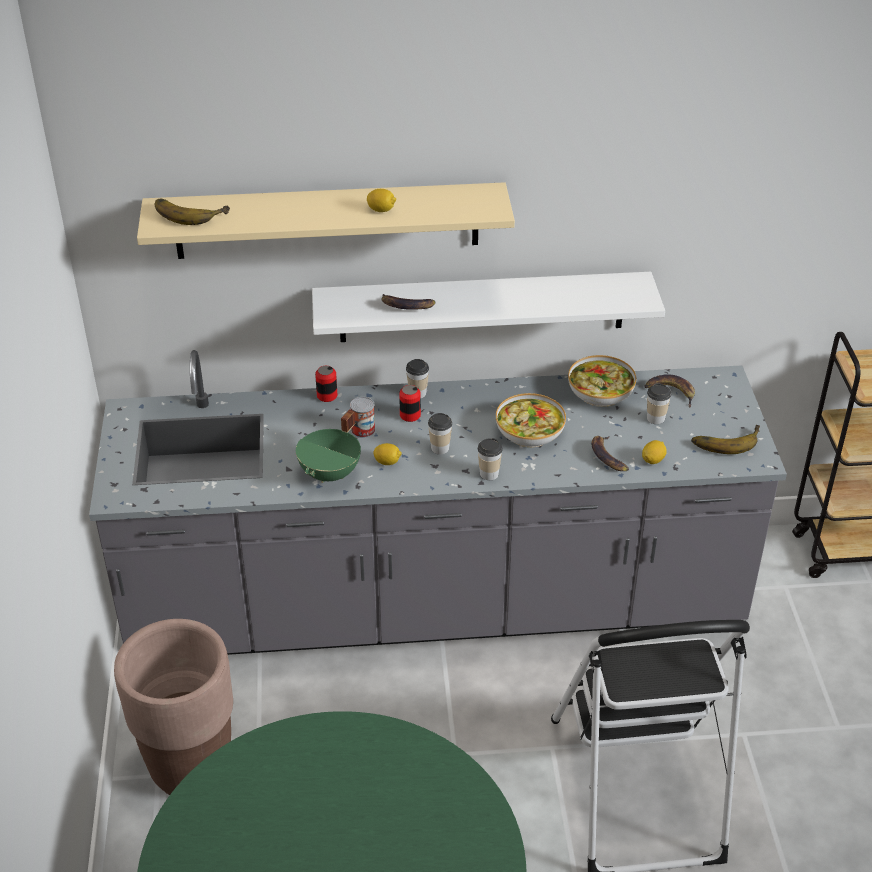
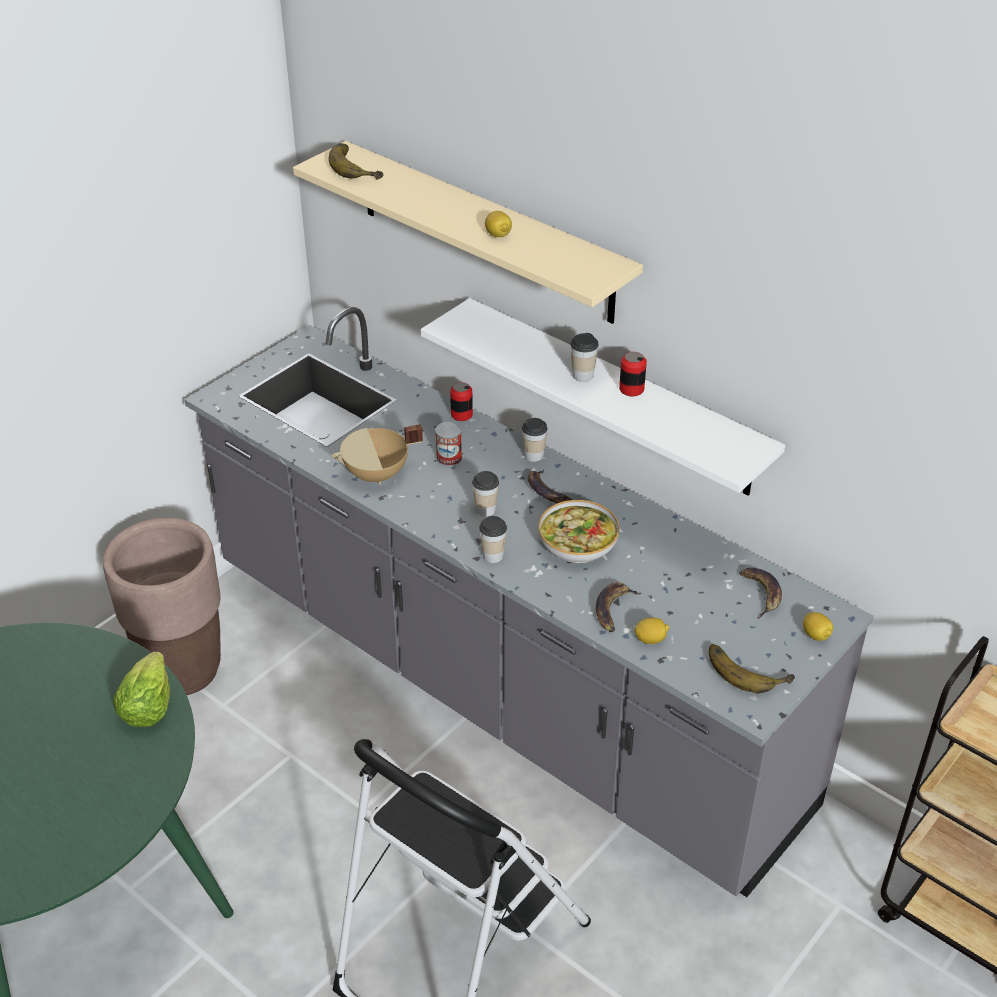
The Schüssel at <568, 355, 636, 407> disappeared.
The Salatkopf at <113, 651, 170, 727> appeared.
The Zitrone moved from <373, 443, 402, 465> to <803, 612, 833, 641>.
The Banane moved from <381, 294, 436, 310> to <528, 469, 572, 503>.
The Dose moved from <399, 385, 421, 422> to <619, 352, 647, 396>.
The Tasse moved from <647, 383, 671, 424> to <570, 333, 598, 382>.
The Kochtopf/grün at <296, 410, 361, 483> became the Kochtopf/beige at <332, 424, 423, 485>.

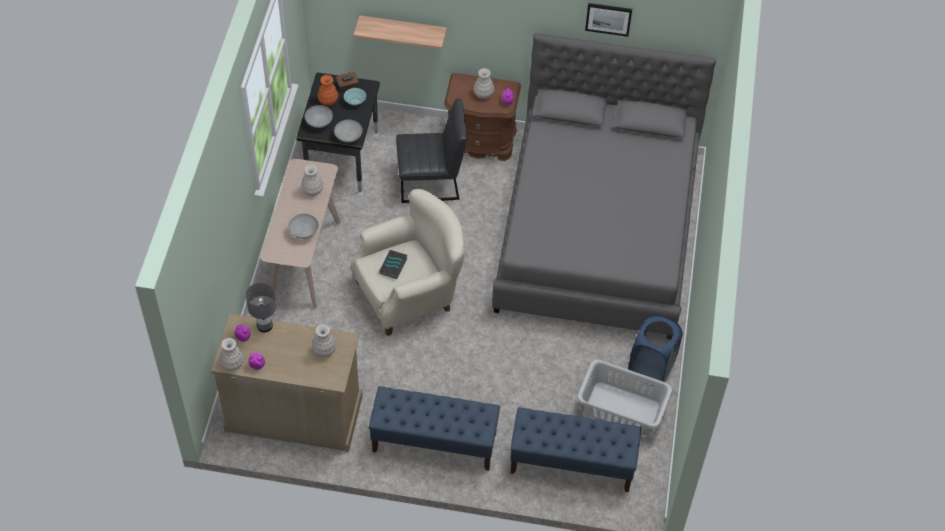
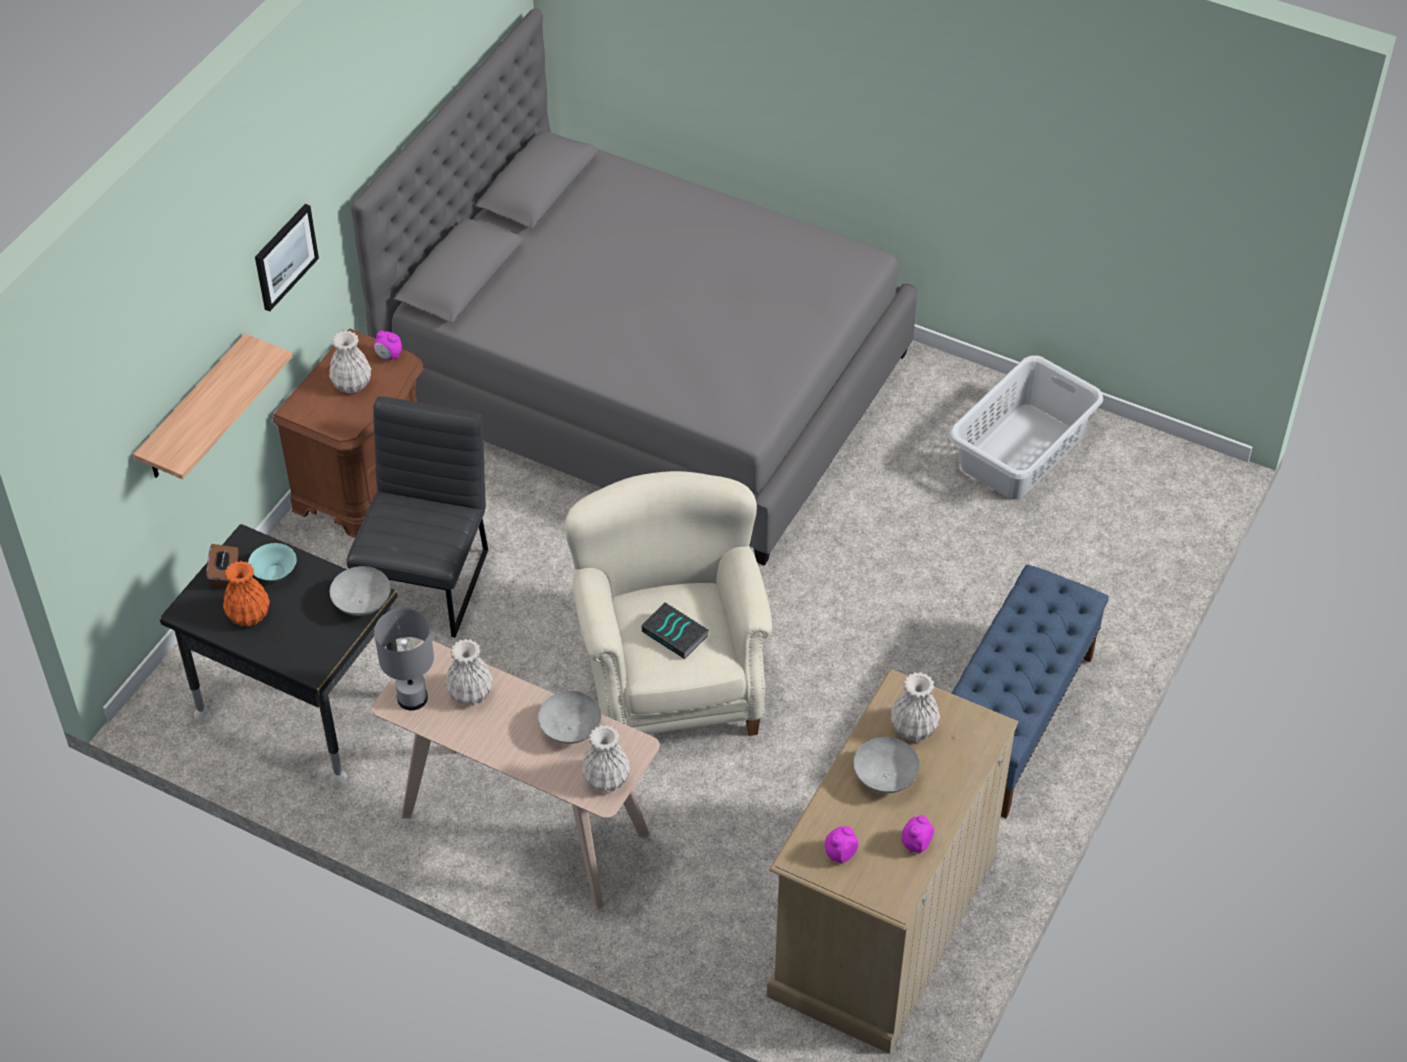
The Bank/blau at <510, 407, 641, 492> disappeared.
The Wäschekorb/blau at <629, 314, 683, 387> disappeared.
The Vase/weiß moved from <219, 338, 244, 371> to <581, 725, 630, 793>.
The Tischlampe/grau moved from <246, 282, 276, 332> to <374, 608, 434, 711>.
The Schüssel/grau moved from <305, 105, 333, 128> to <854, 737, 920, 793>.
The Bild moved from <585, 3, 632, 37> to <255, 204, 319, 312>.

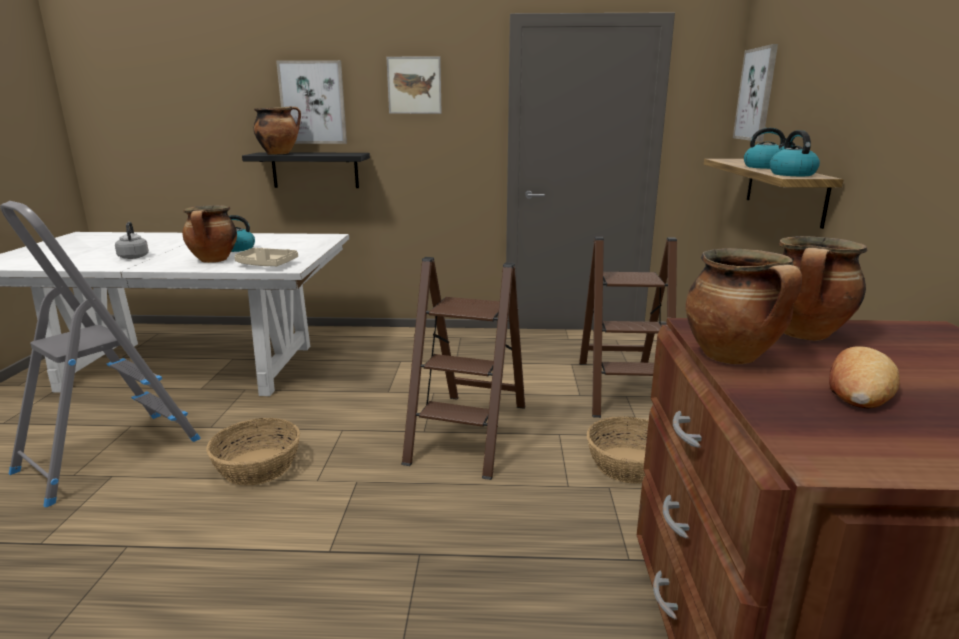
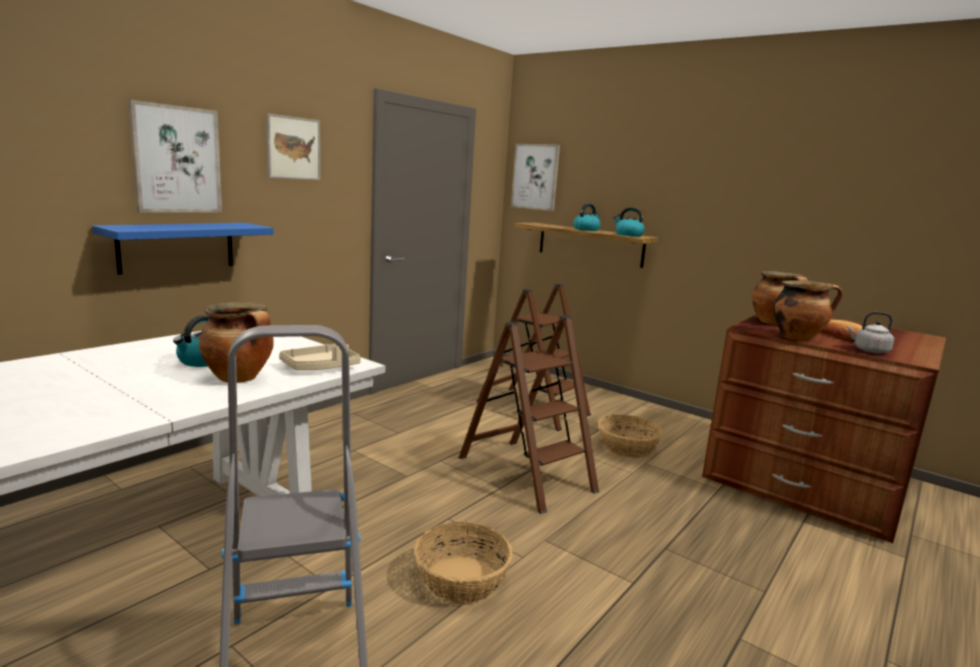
The Kochtopf at <254, 106, 301, 155> disappeared.
The Wasserkessel/grau moved from <115, 222, 149, 259> to <847, 312, 894, 353>.
The Wandregal/schwarz at <242, 152, 370, 188> became the Wandregal/blau at <92, 223, 274, 275>.

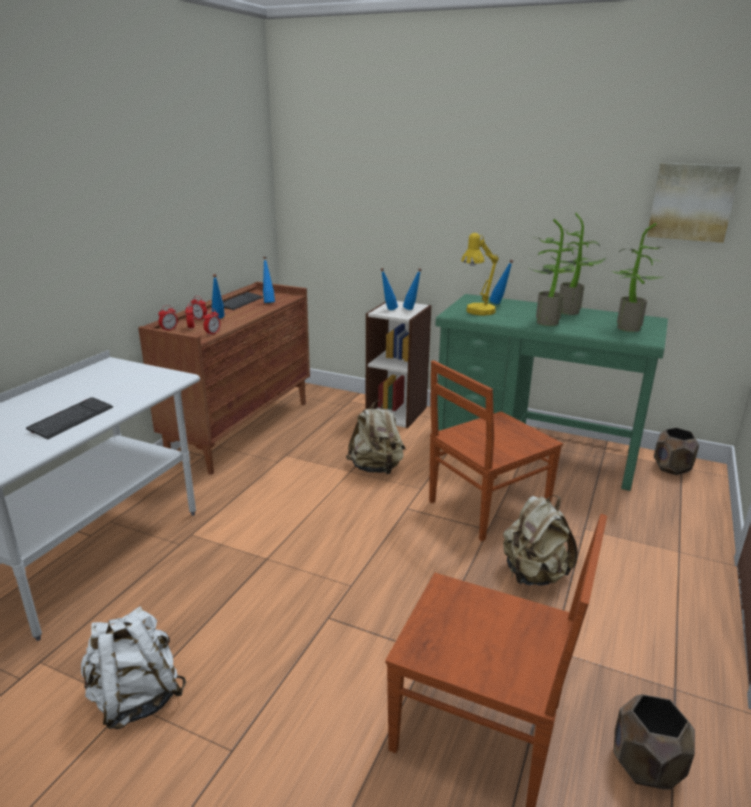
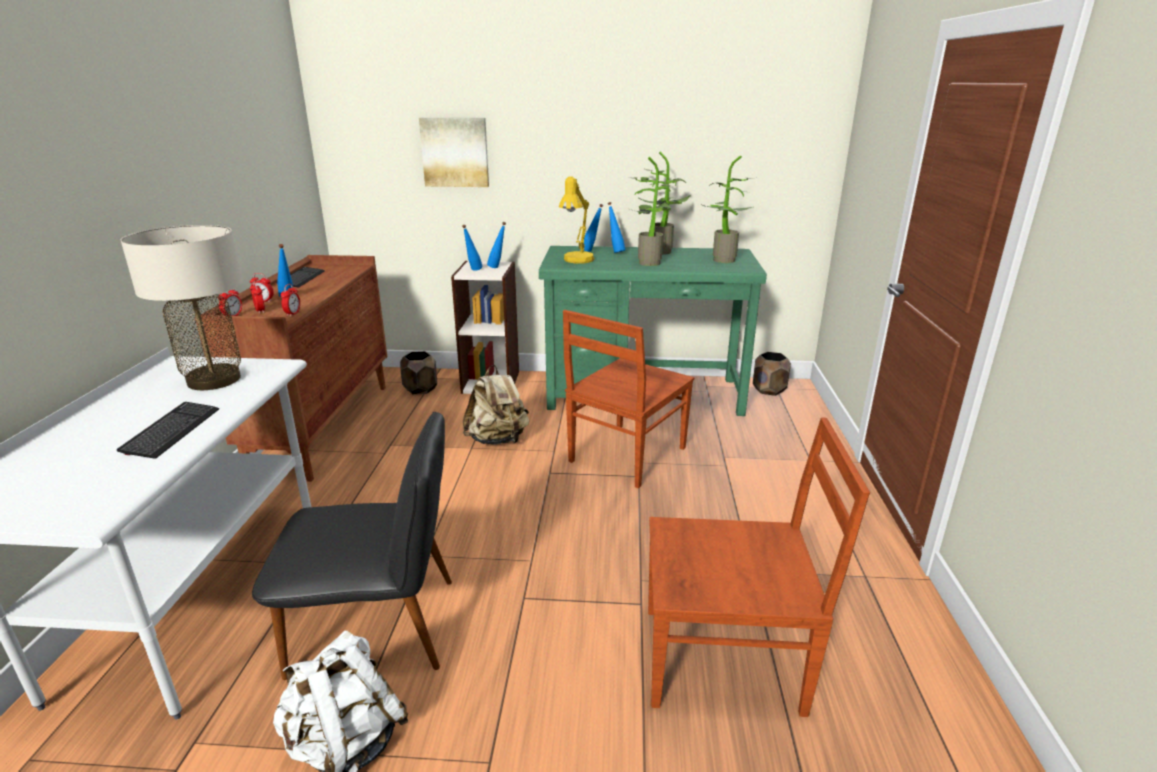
The Rucksack/beige at <503, 495, 577, 586> disappeared.
The Tischlampe at <120, 225, 243, 390> appeared.
The Stuhl/schwarz at <252, 412, 452, 680> appeared.
The Flasche/blau moved from <263, 257, 275, 303> to <608, 202, 626, 253>.
The Pflanzkübel/braun moved from <614, 694, 695, 790> to <400, 351, 437, 395>.
The Bild moved from <647, 163, 741, 243> to <419, 118, 489, 187>.

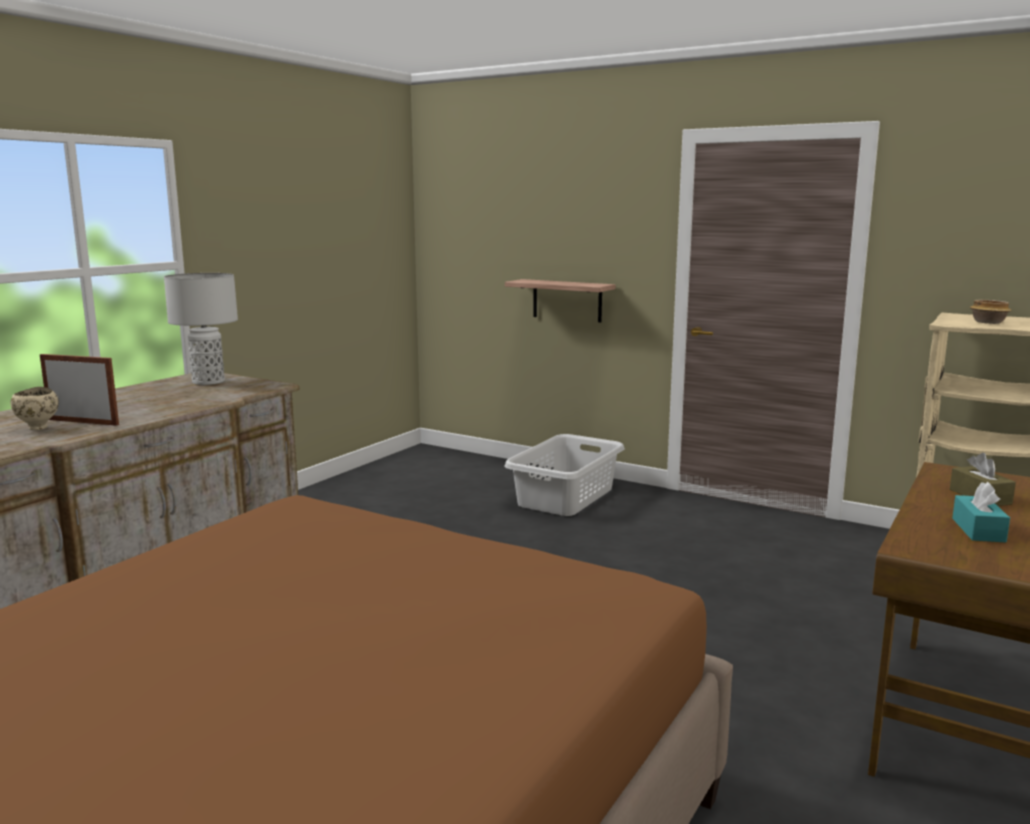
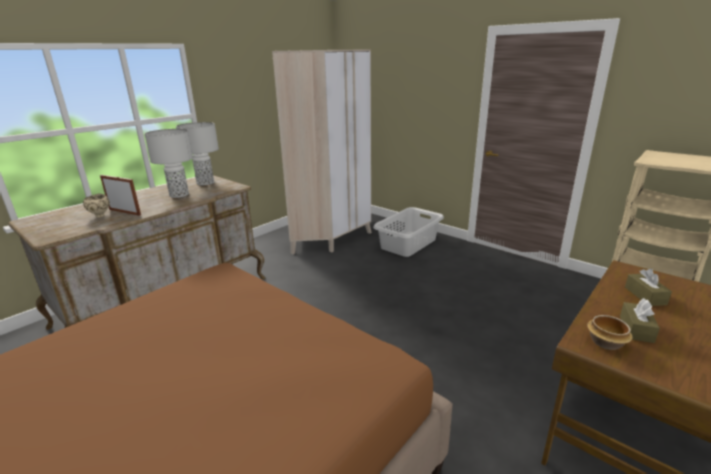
The Wandregal at <505, 279, 616, 322> disappeared.
The Tischlampe/weiß at <145, 129, 193, 198> appeared.
The Kleiderschrank/beige at <272, 49, 372, 254> appeared.
The Schüssel moved from <970, 300, 1011, 324> to <587, 315, 633, 350>.
The Taschentuchbox/türkis at <952, 482, 1010, 543> became the Taschentuchbox/braun at <620, 298, 660, 343>.

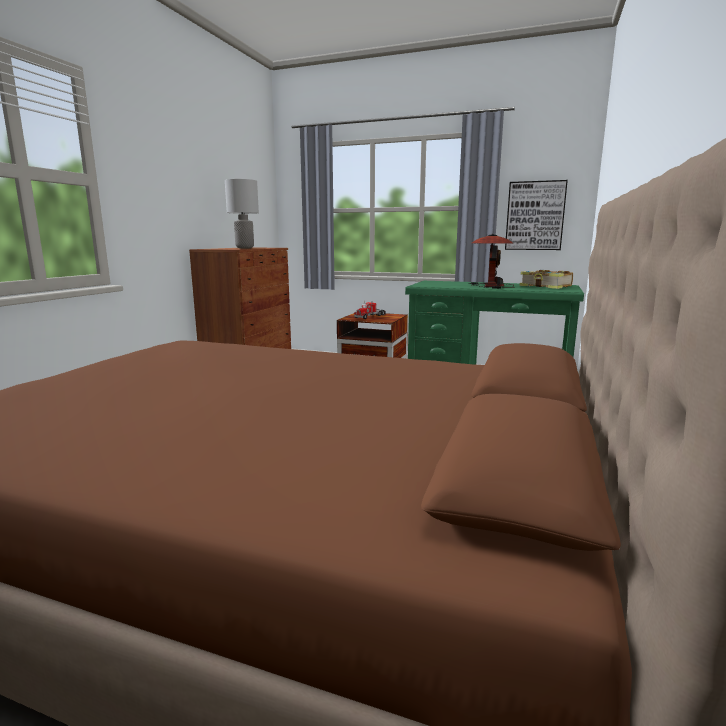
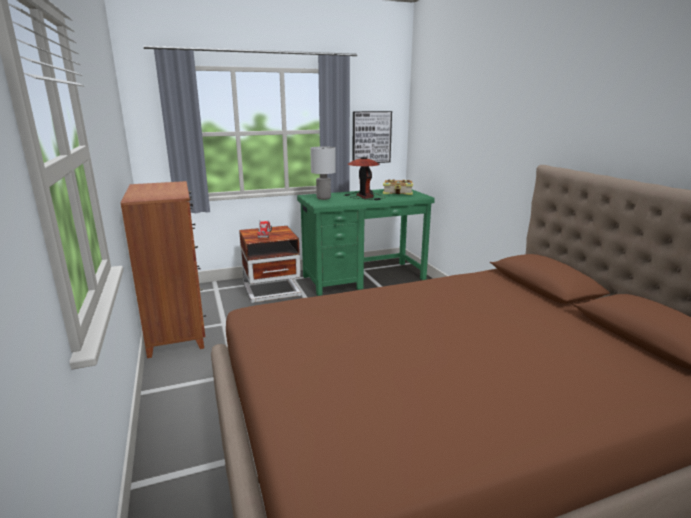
The Tischlampe/grau moved from <225, 179, 259, 249> to <310, 146, 336, 200>.

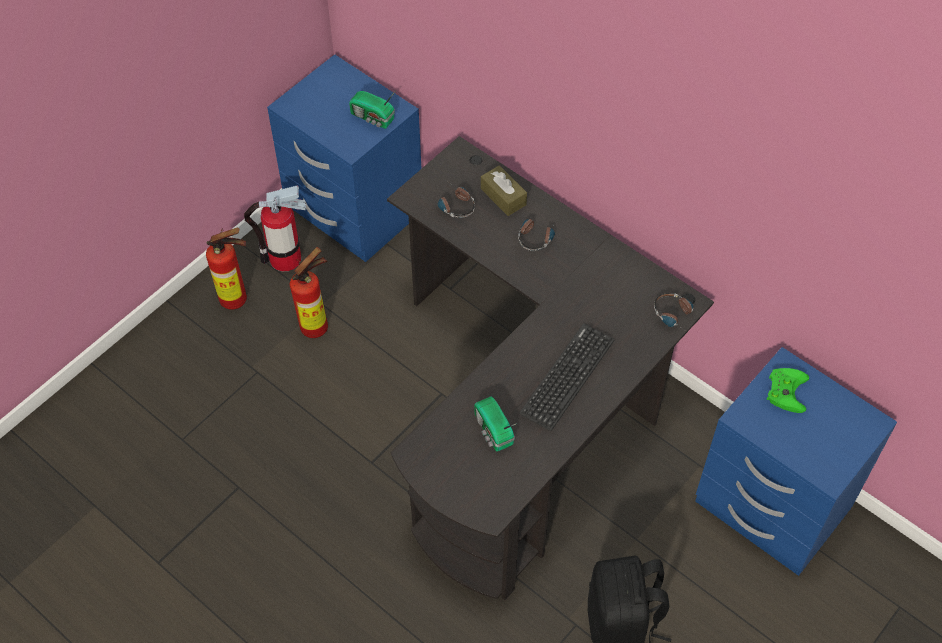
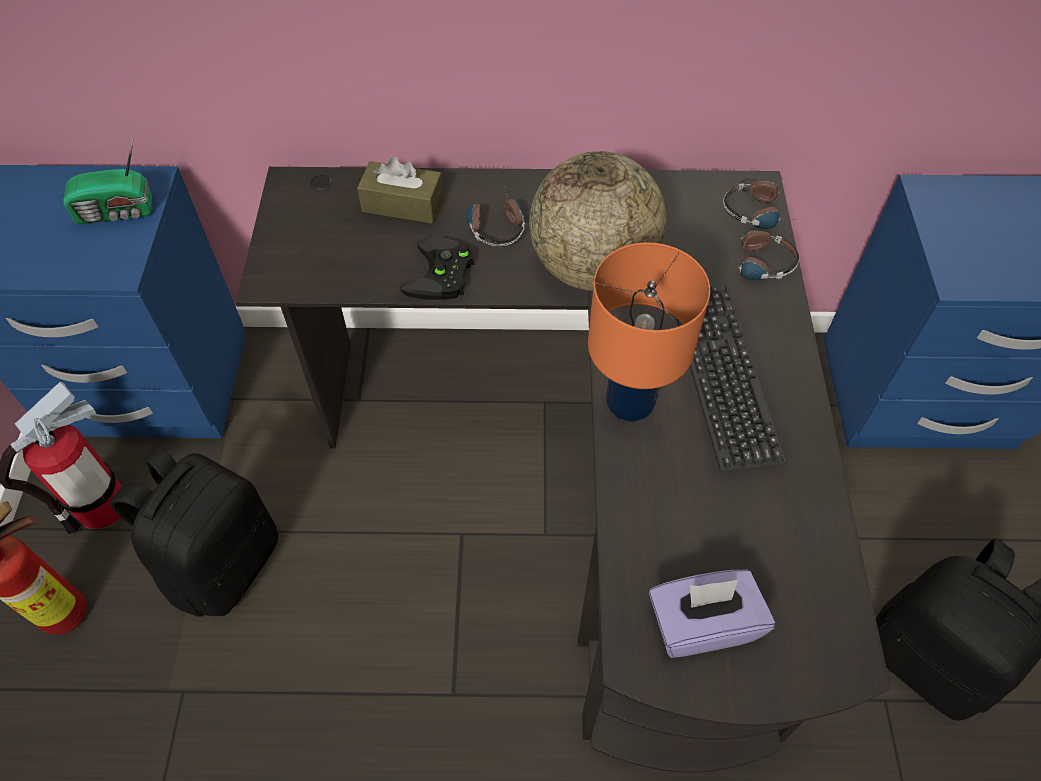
The Radio at <474, 397, 518, 451> disappeared.
The Gamepad/grün at <767, 368, 809, 413> disappeared.
The Gamepad/schwarz at <400, 237, 475, 300> appeared.
The Globus at <529, 151, 667, 291> appeared.
The Tischlampe/orange at <588, 242, 710, 421> appeared.
The Taschentuchbox/lila at <649, 570, 775, 658> appeared.
The Kopfhörer moved from <438, 180, 475, 218> to <715, 230, 799, 280>.
The Feuerlöscher at <290, 247, 328, 338> was replaced by the Rucksack/schwarz at <110, 445, 278, 617>.

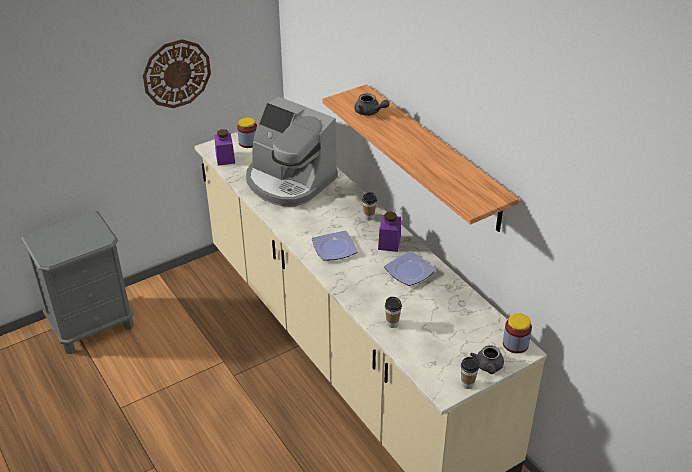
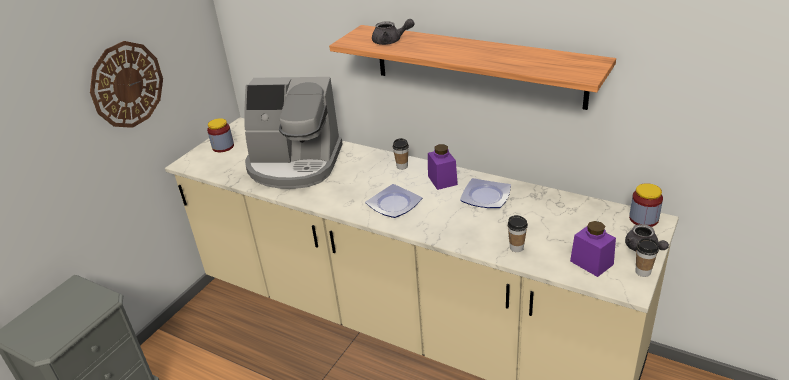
The Vorratsglas/lila moved from <214, 129, 235, 166> to <570, 221, 616, 277>.

